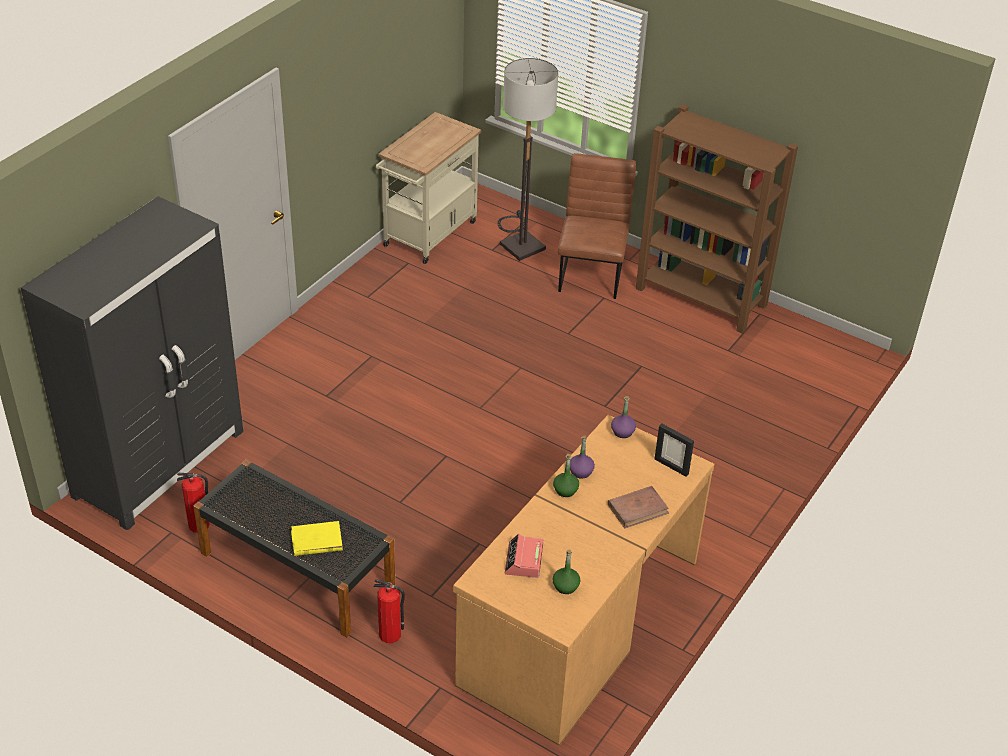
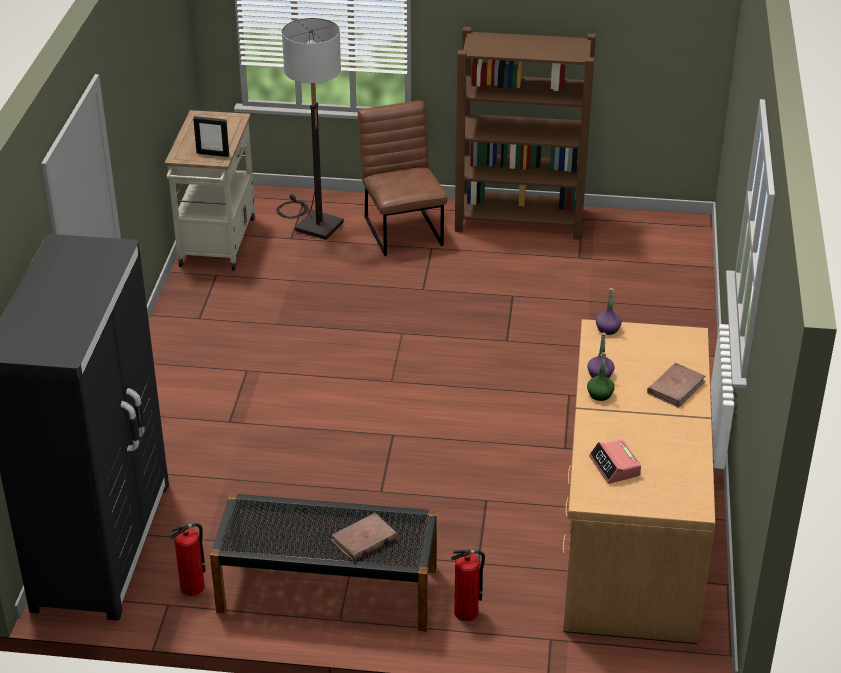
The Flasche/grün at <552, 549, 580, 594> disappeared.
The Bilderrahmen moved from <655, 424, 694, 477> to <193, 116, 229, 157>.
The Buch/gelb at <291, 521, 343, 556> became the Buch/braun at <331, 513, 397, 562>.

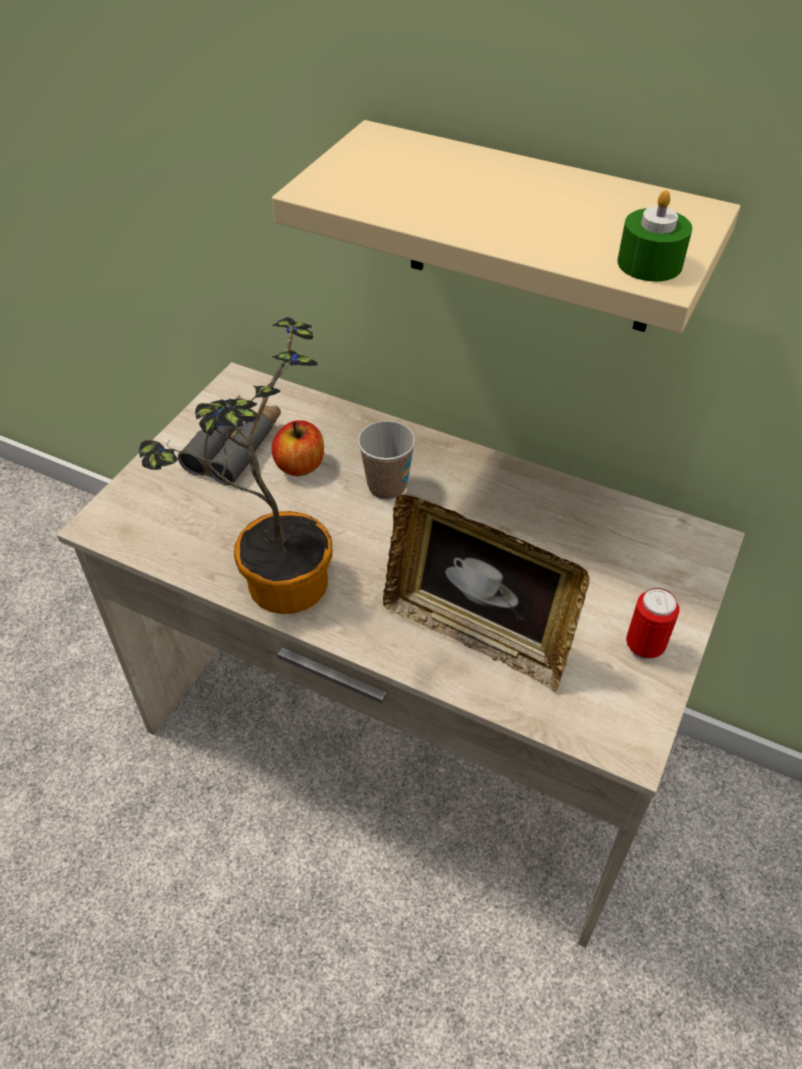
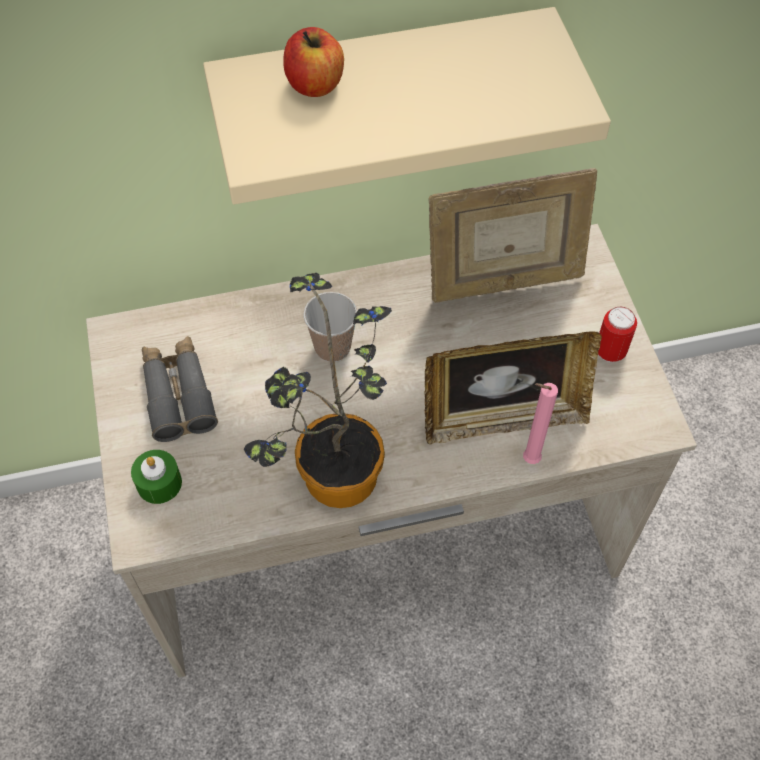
The Bilderrahmen at <428, 168, 597, 303> appeared.
The Kerze/rosa at <523, 383, 558, 464> appeared.
The Apfel moved from <272, 420, 324, 476> to <283, 27, 344, 97>.
The Kerze/grün moved from <617, 190, 692, 282> to <131, 450, 182, 504>.

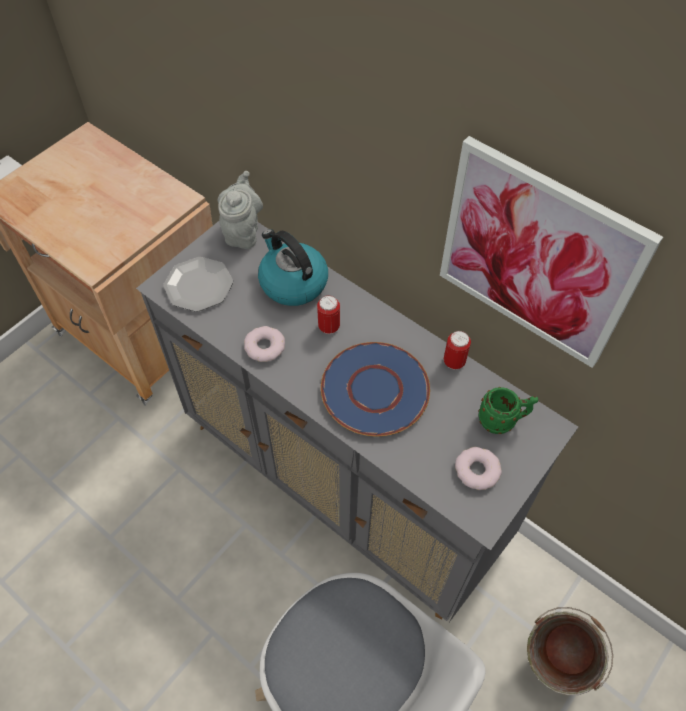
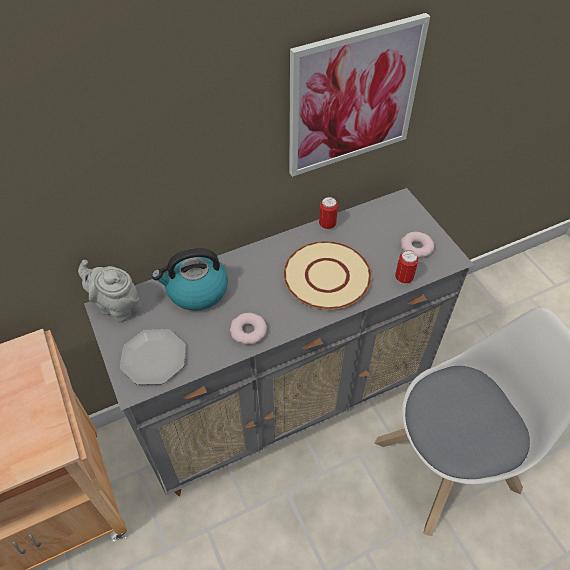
The Henkelbecher/grün at <478, 387, 538, 434> disappeared.
The Eimer/grün at <527, 607, 613, 695> disappeared.
The Dose moved from <317, 295, 340, 334> to <395, 250, 418, 284>.
The Teller/blau at <321, 342, 430, 436> became the Teller/beige at <284, 241, 371, 310>.

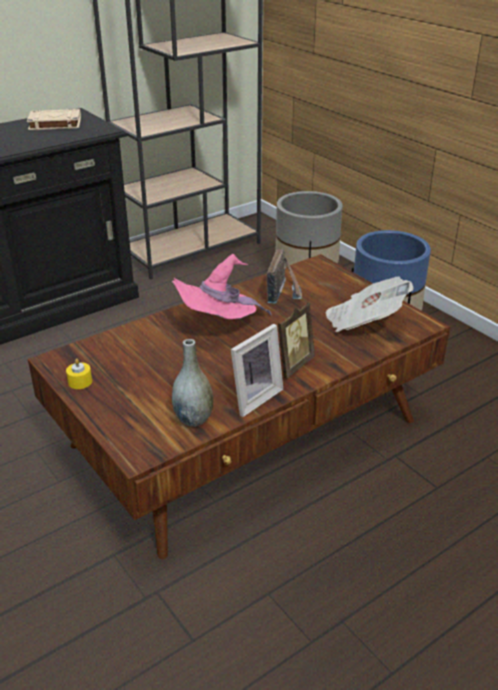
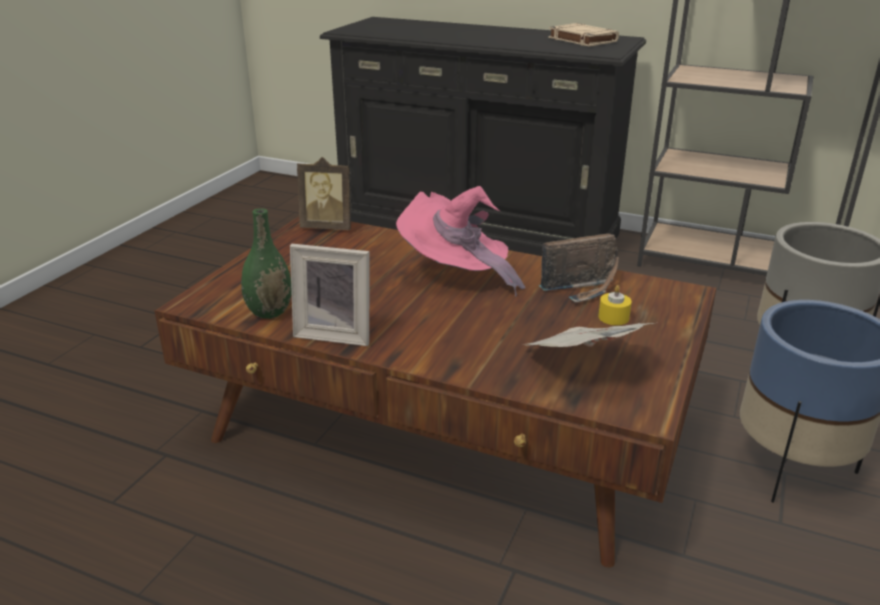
The Kerze/gelb moved from <66, 358, 92, 389> to <598, 285, 632, 325>.
The Bilderrahmen moved from <278, 303, 315, 379> to <297, 157, 351, 230>.
The Vase/grau at <172, 339, 213, 427> became the Vase/grün at <241, 208, 291, 319>.

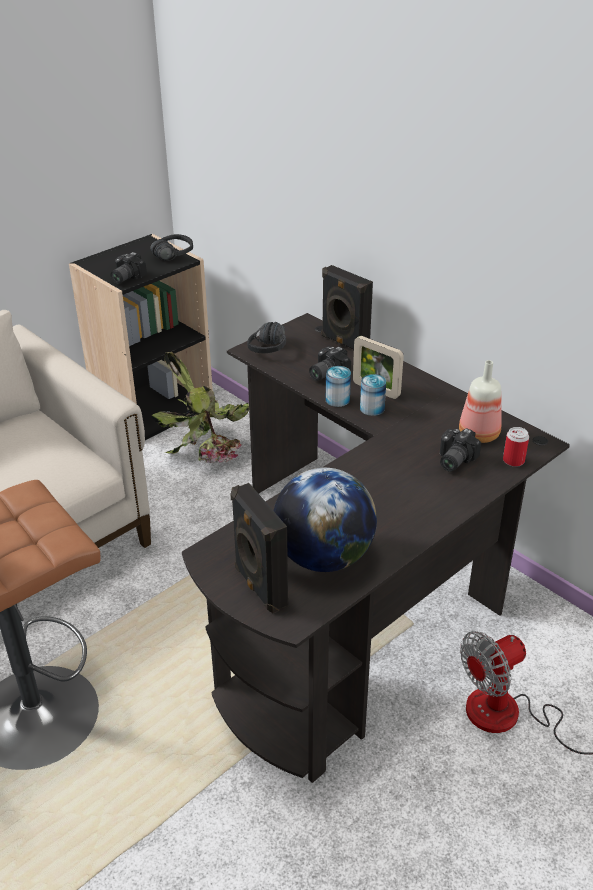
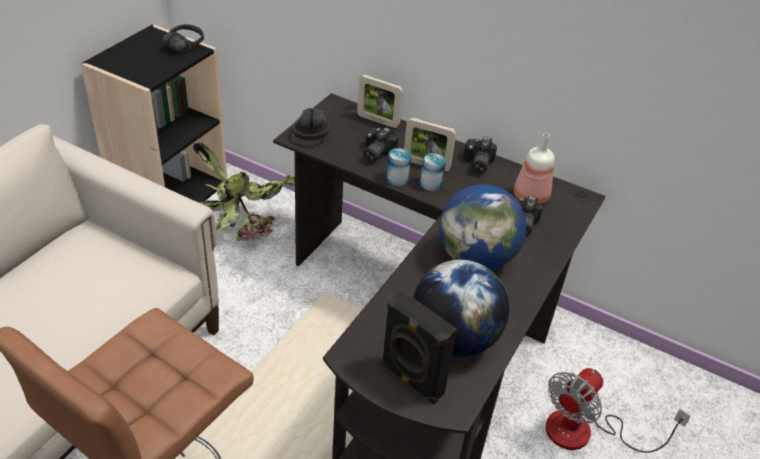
The Dose at <503, 427, 529, 467> disappeared.
The Globus at <439, 184, 526, 270> appeared.
The Kamera moved from <110, 252, 147, 284> to <464, 137, 497, 174>.
The Lautsprecher/schwarz at <322, 265, 373, 349> was replaced by the Bilderrahmen at <357, 74, 403, 128>.

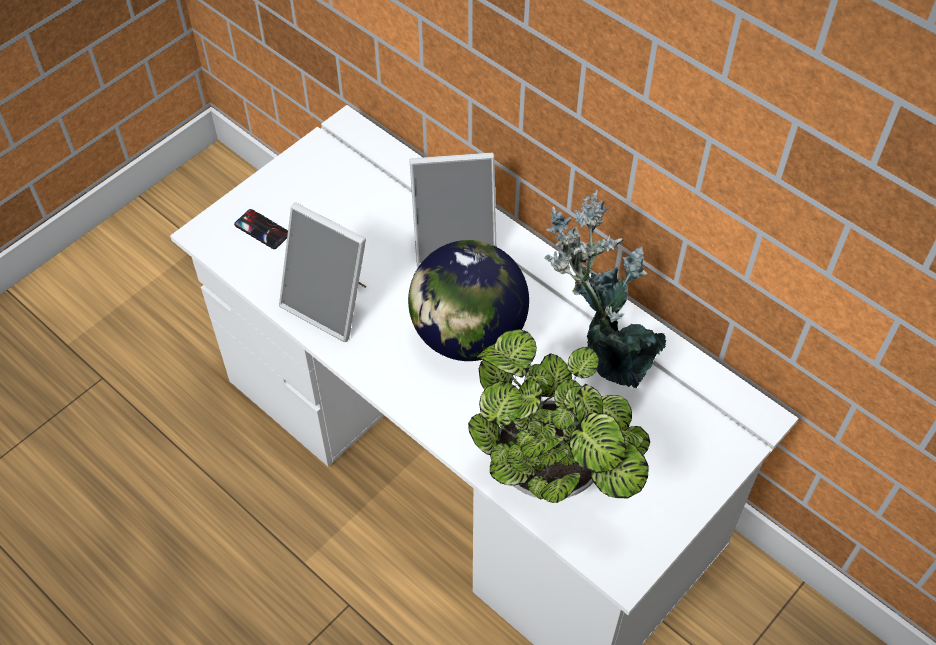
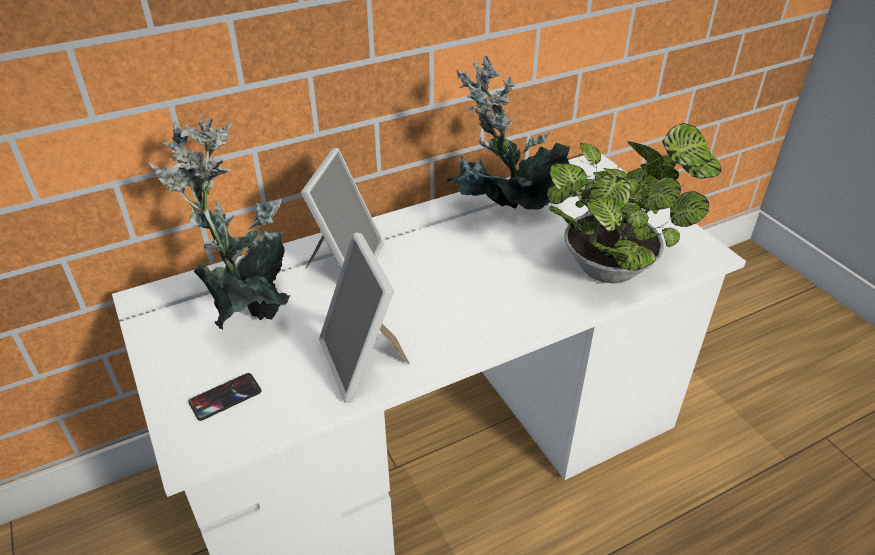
The Globus at <408, 240, 529, 361> disappeared.
The Topfpflanze at <148, 115, 290, 329> appeared.
The Bilderrahmen at <279, 203, 367, 342> turned 105 degrees clockwise.

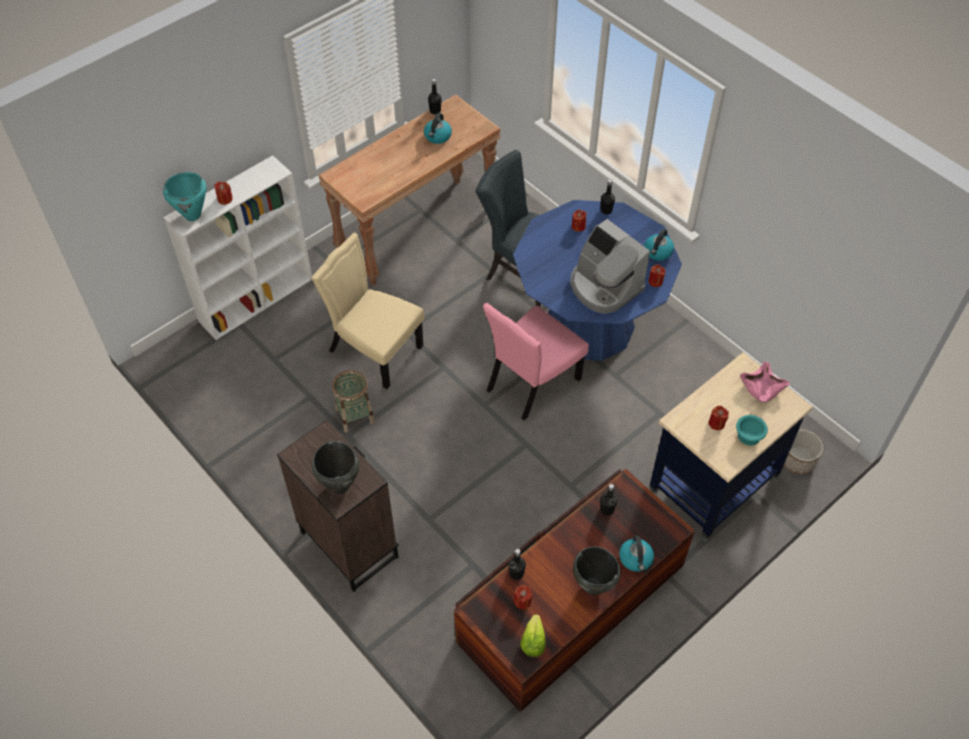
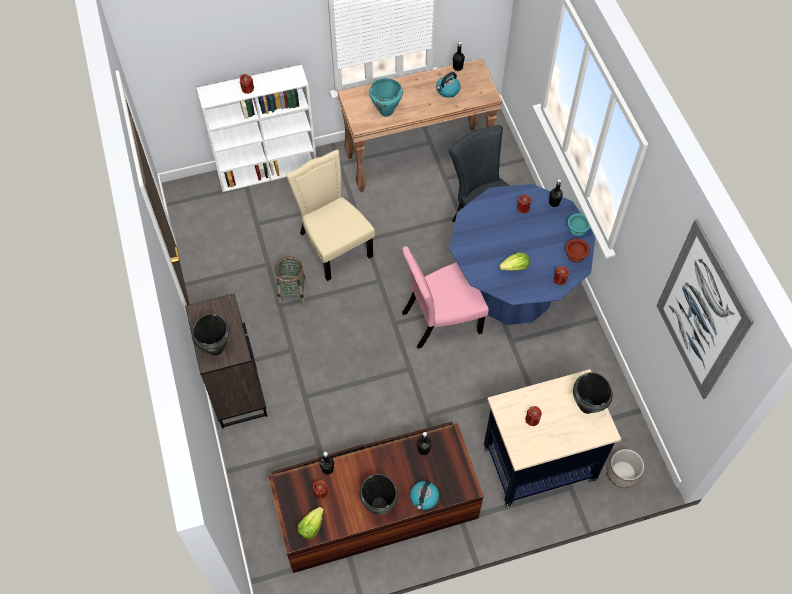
The Bild at <656, 219, 754, 399> appeared.
The Kochtopf/türkis moved from <163, 172, 206, 221> to <369, 78, 403, 117>.
The Schüssel/türkis moved from <736, 415, 768, 446> to <568, 213, 590, 236>.
The Kaffeemaschine at <570, 219, 650, 314> was replaced by the Salatkopf at <499, 252, 530, 271>.
The Wasserkessel at <644, 229, 674, 261> was replaced by the Schüssel/braun at <566, 239, 590, 262>.
The Schüssel/rosa at <740, 362, 790, 403> was replaced by the Kochtopf/schwarz at <573, 372, 613, 414>.

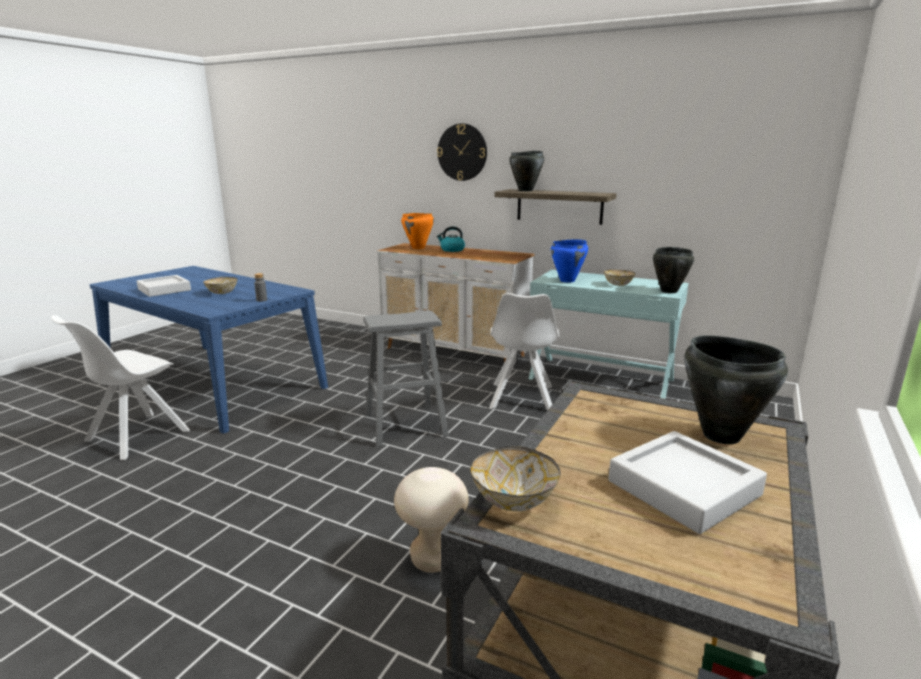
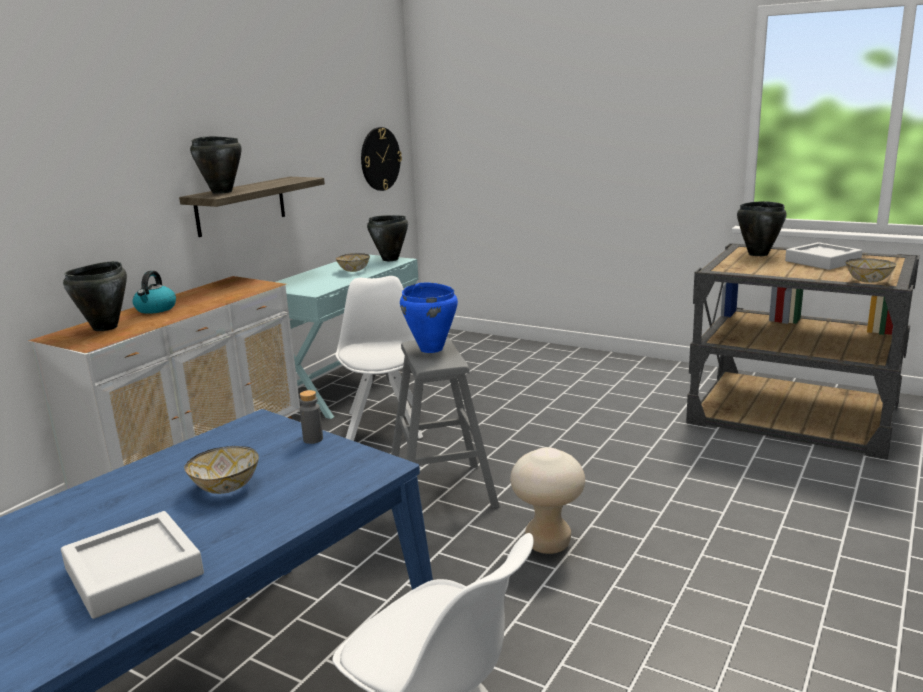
The Hocker/beige moved from <394, 467, 469, 573> to <510, 447, 585, 554>.
The Wanduhr moved from <437, 123, 487, 181> to <361, 127, 402, 191>.
The Kochtopf/blau moved from <551, 239, 588, 283> to <400, 283, 458, 353>.
The Kochtopf/orange at <401, 213, 434, 249> became the Kochtopf/schwarz at <63, 261, 127, 331>.
The Stuhl/weiß at <489, 293, 559, 410> turned 105 degrees counterclockwise.

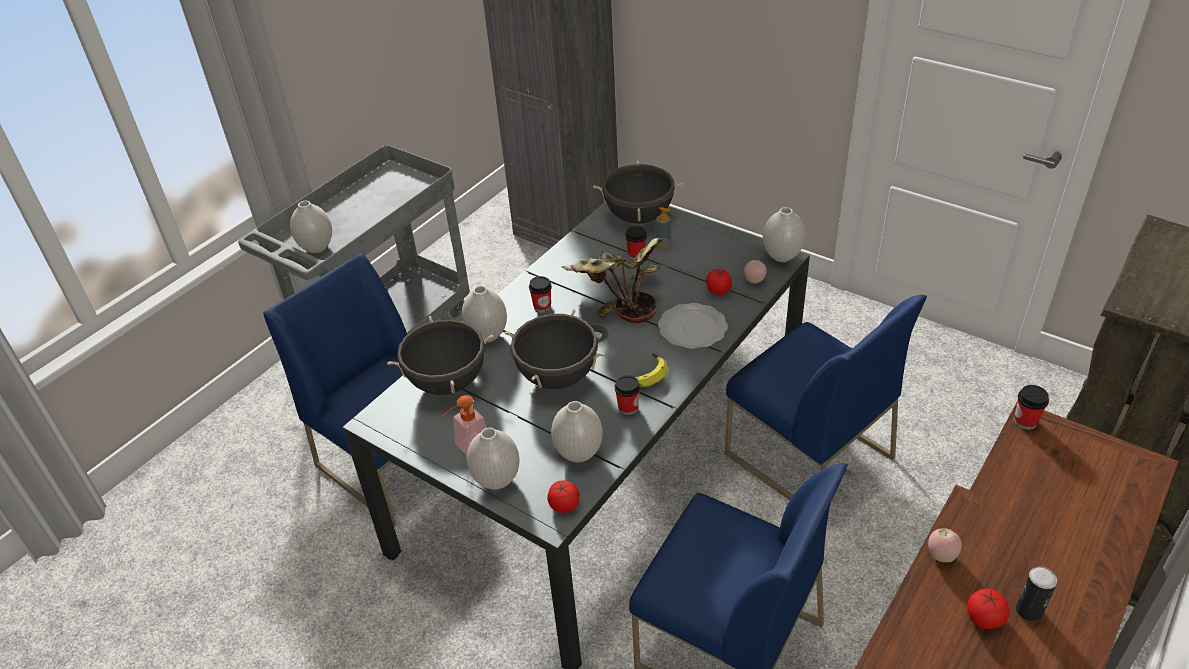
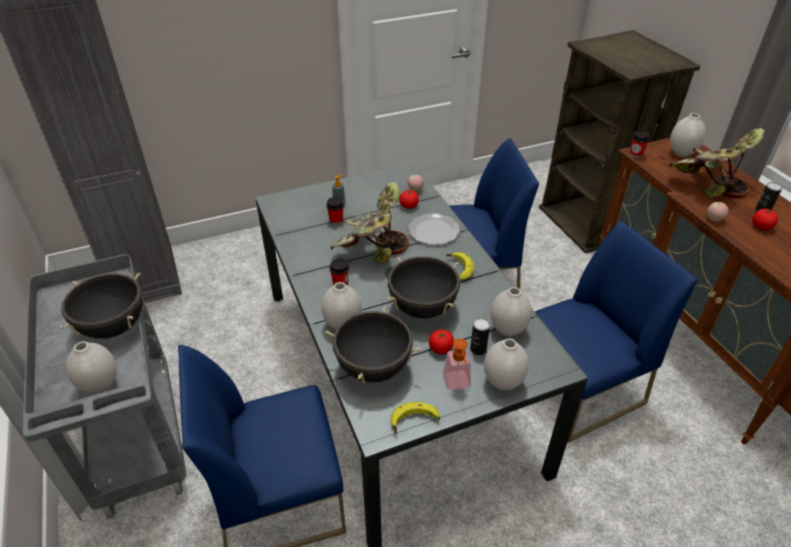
The Tasse at <615, 375, 640, 415> disappeared.
The Banane at <390, 402, 440, 434> appeared.
The Dose at <470, 318, 490, 355> appeared.
The Topfpflanze at <669, 128, 765, 198> appeared.
The Tomate moved from <547, 480, 580, 513> to <429, 330, 454, 355>.
The Kochtopf/schwarz moved from <593, 161, 684, 224> to <60, 273, 143, 339>.
The Vase/weiß moved from <763, 207, 805, 262> to <670, 113, 706, 157>.

